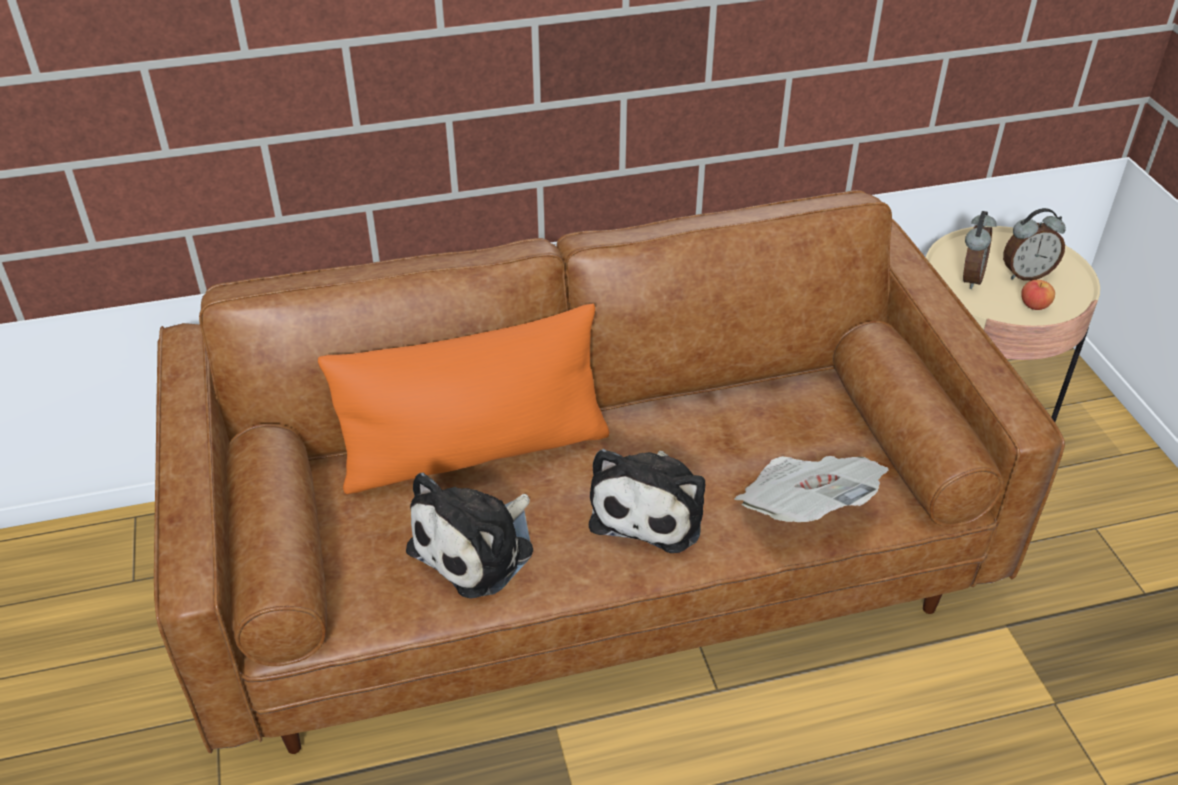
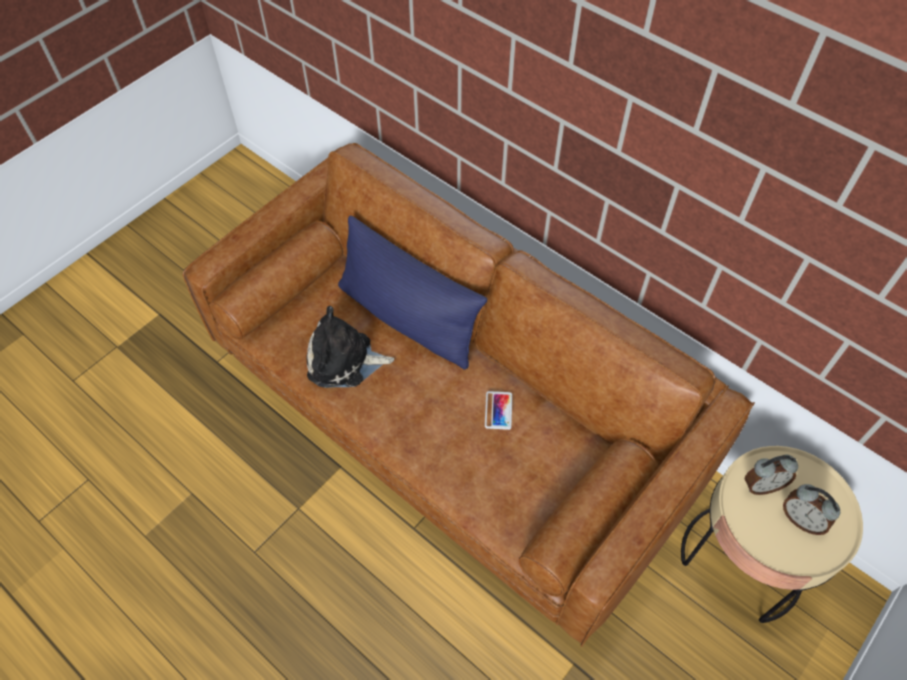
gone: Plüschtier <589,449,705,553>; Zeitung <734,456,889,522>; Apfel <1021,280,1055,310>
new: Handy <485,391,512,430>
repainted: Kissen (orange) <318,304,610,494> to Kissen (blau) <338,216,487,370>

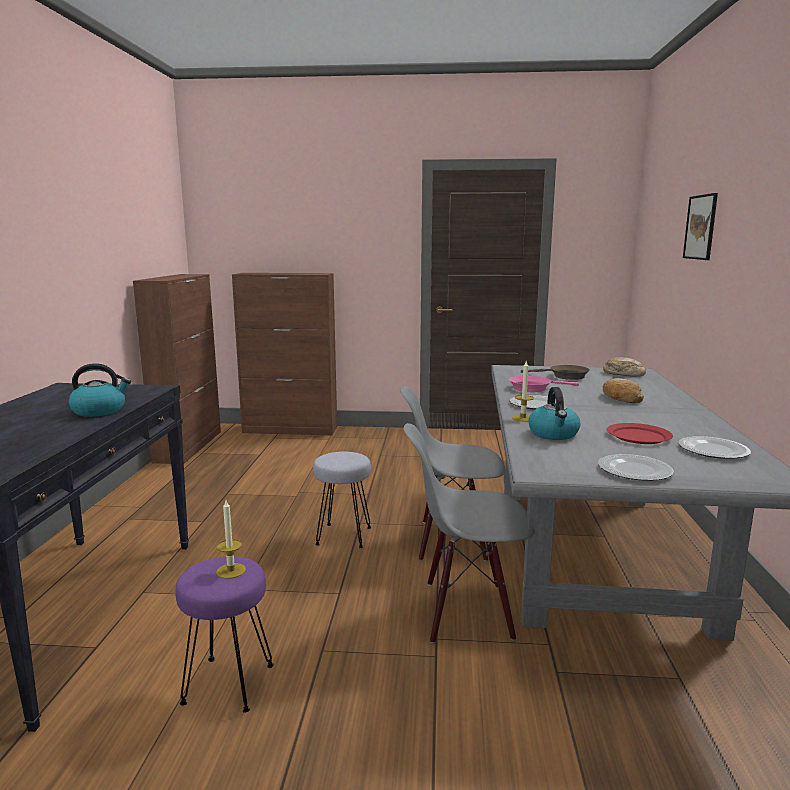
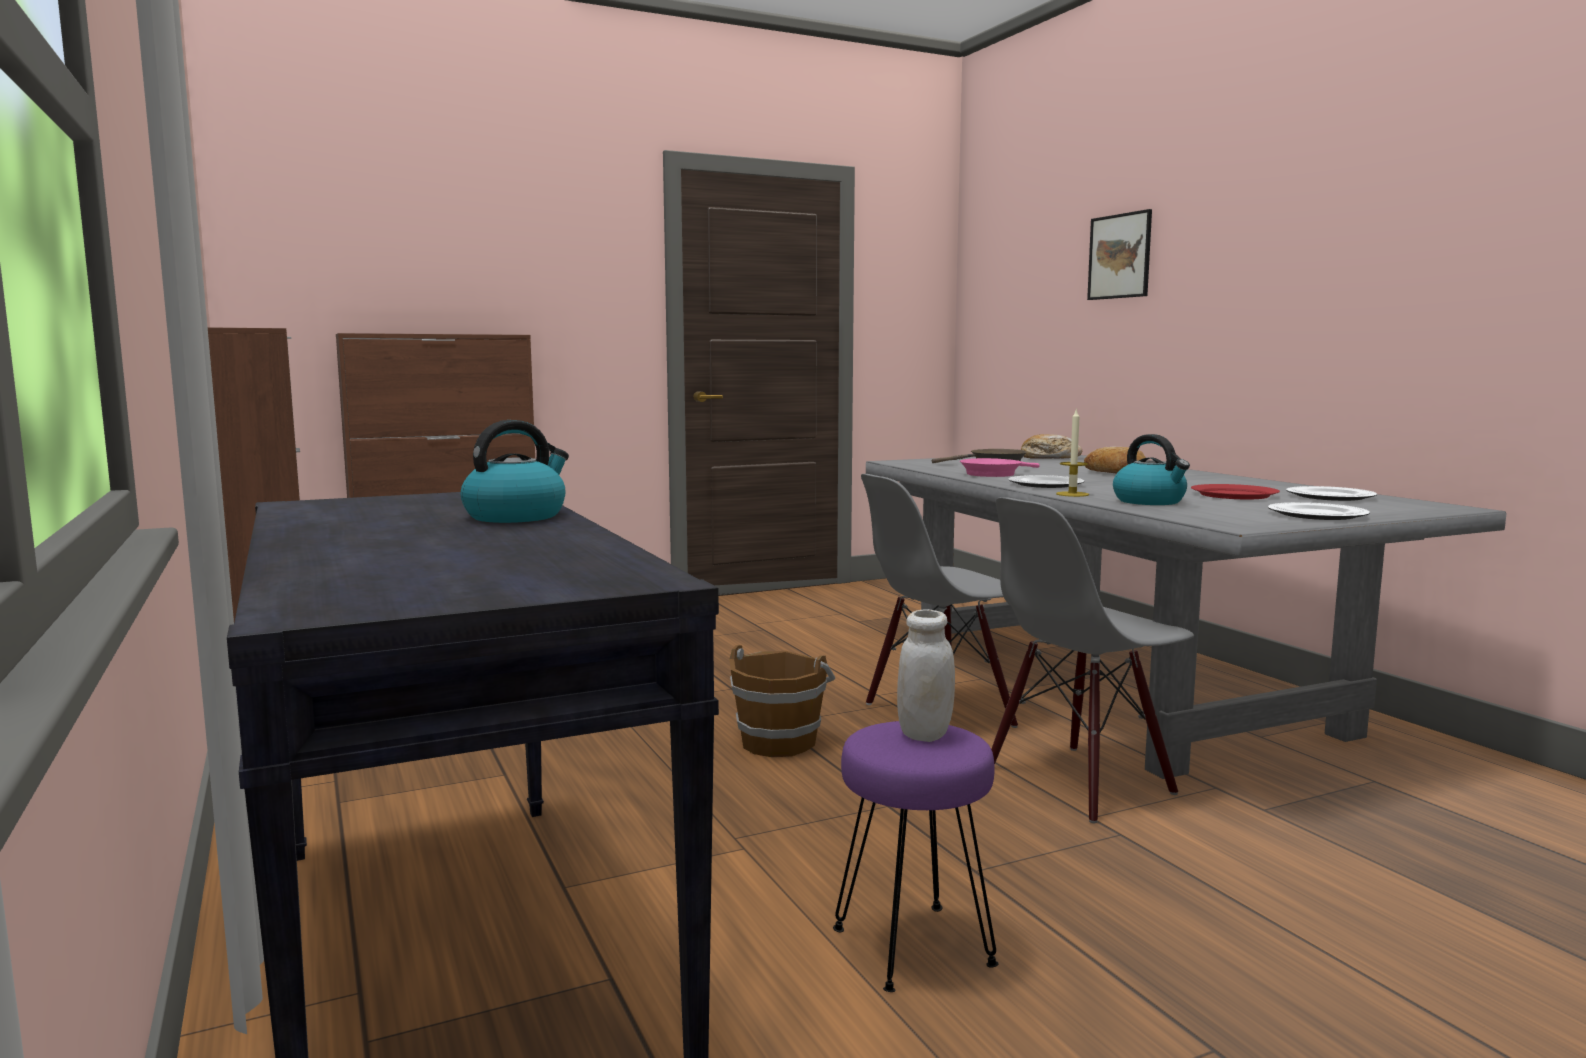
swapped: Kerze <216,500,246,579> to Vorratsglas (weiß) <897,609,955,742>; Hocker (grau) <313,452,371,548> to Eimer (braun) <729,645,835,757>

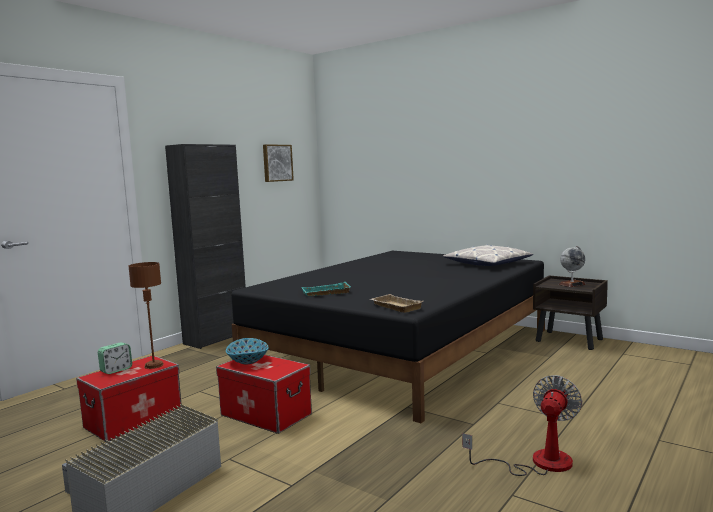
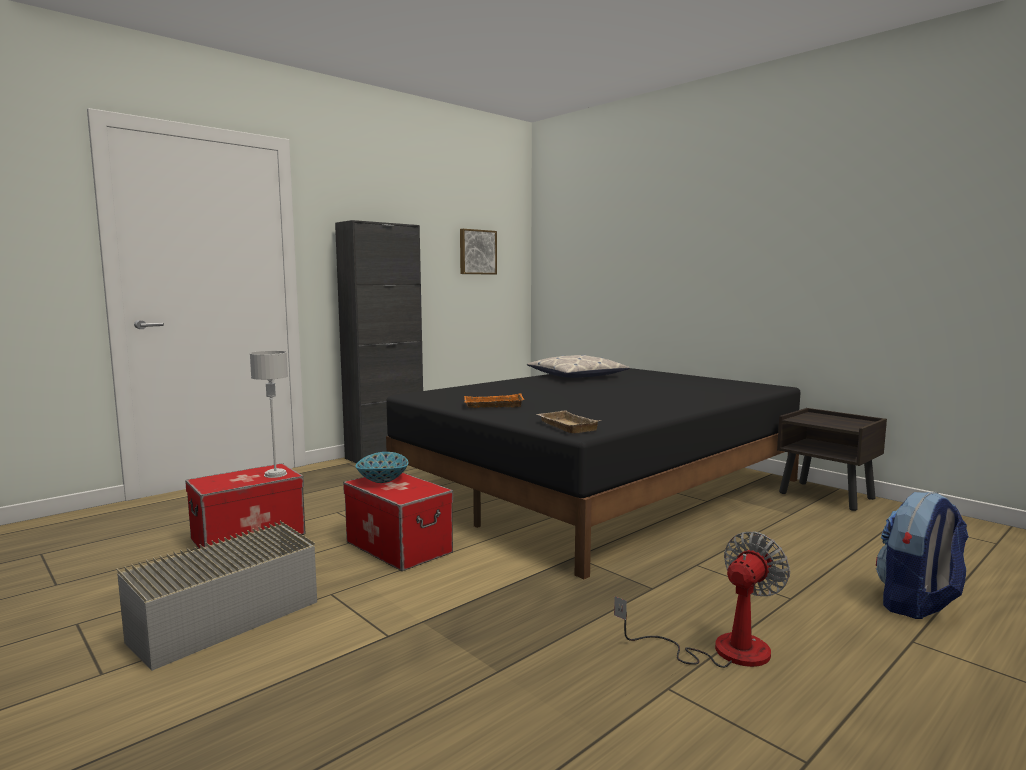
gone: Wecker <98,342,132,374>; Globus <559,246,586,287>
new: Rucksack <876,492,969,619>
shifted: Kissen <443,245,533,266> to <527,355,629,378>
repainted: Tischlampe (braun) <128,262,164,369> to Tischlampe (grau) <250,351,288,478>; Tablett (türkis) <302,282,351,296> to Tablett (orange) <464,394,524,407>

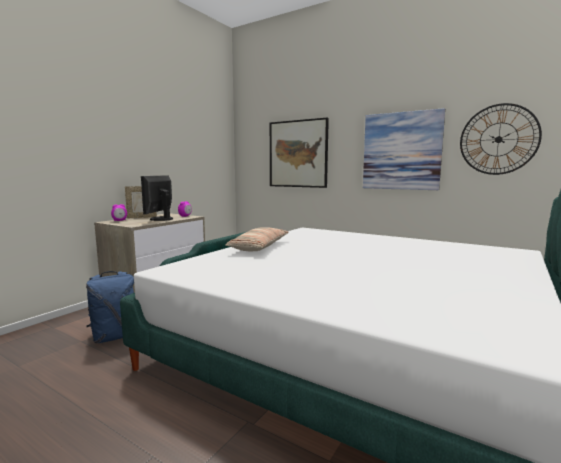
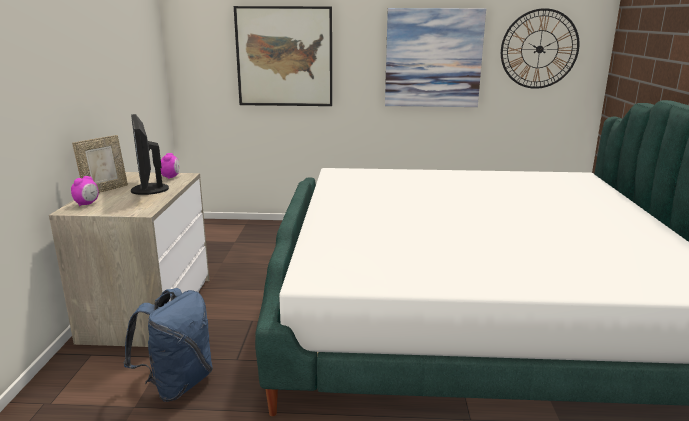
gone: Kissen <225,227,289,251>

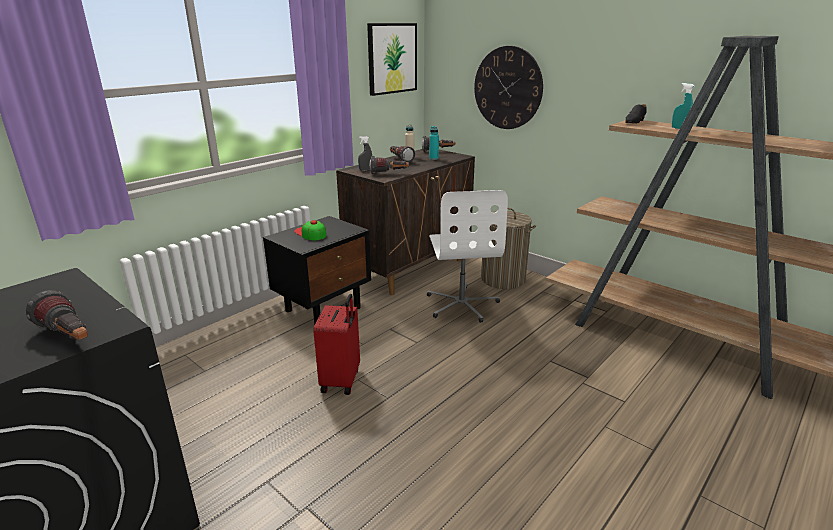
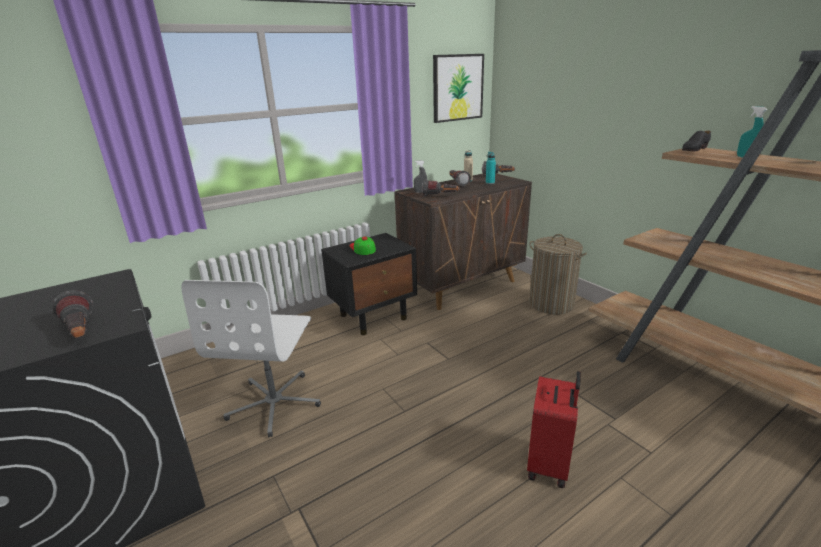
gone: Wanduhr <474,46,543,129>
shifted: Koffer (rot) <313,294,360,395> to <527,371,581,488>; Bürostuhl (weiß) <427,190,508,323> to <182,280,321,437>

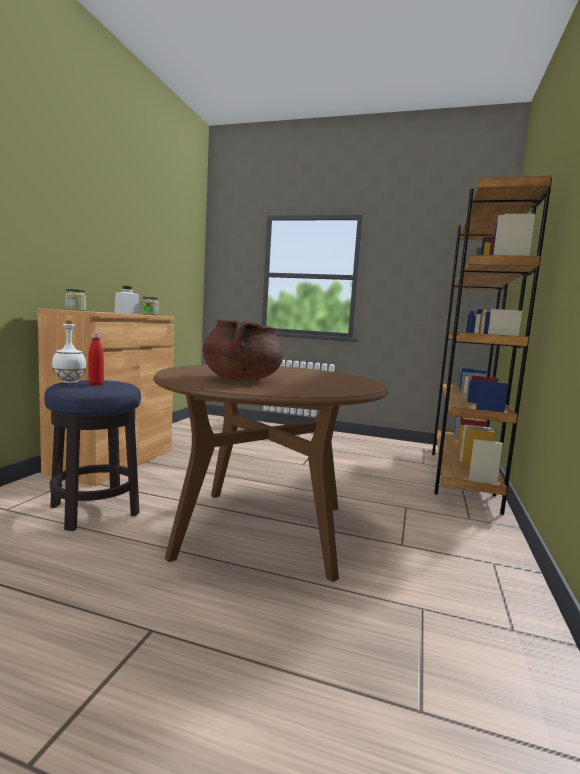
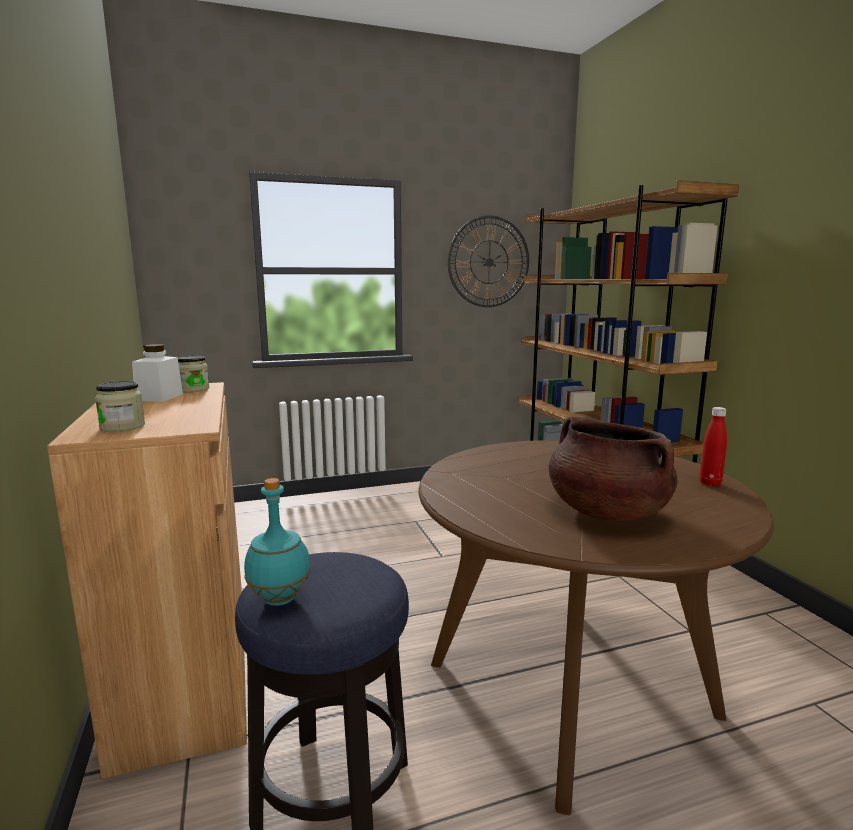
new: Wanduhr <448,216,529,307>
shifted: Flasche (rot) <88,332,104,386> to <699,407,727,486>
repainted: Flasche (weiß) <52,320,87,383> to Flasche (türkis) <244,478,310,606>

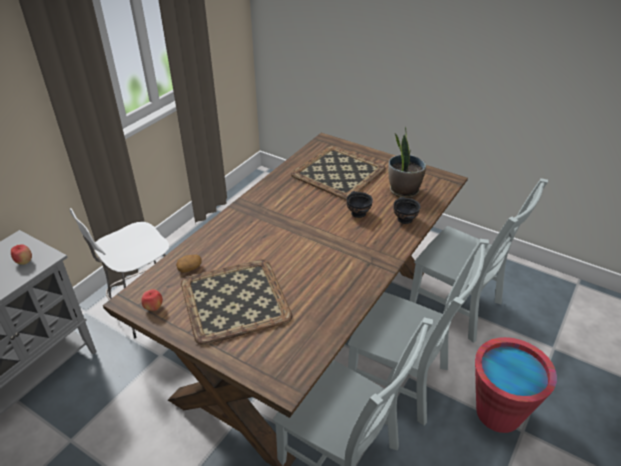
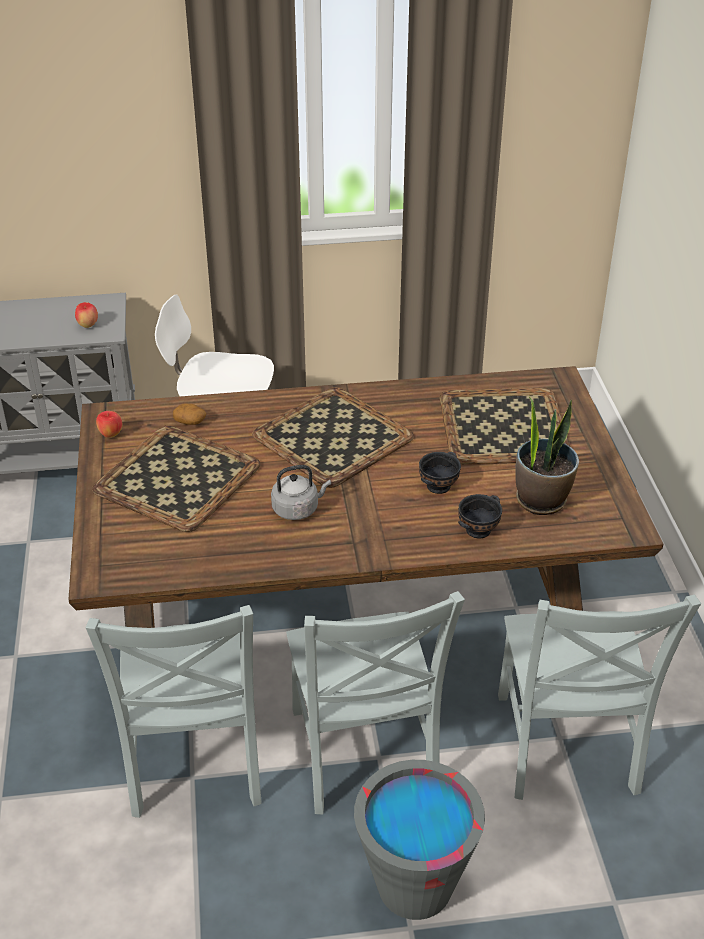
new: Tablett <252,387,414,488>; Wasserkessel (grau) <271,465,331,520>
repainted: Eimer (rot) <475,337,557,433> to Eimer (grau) <354,760,485,920>

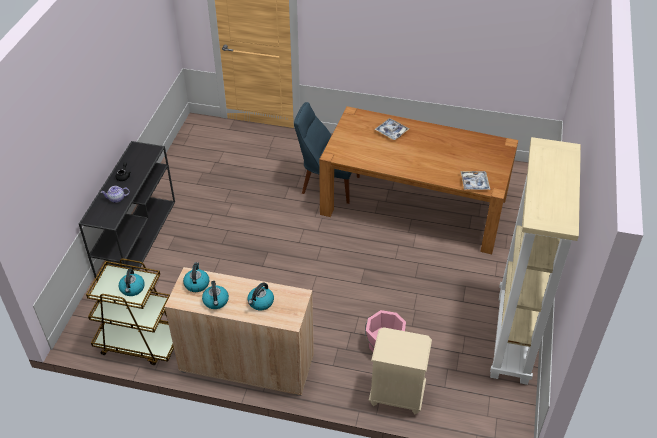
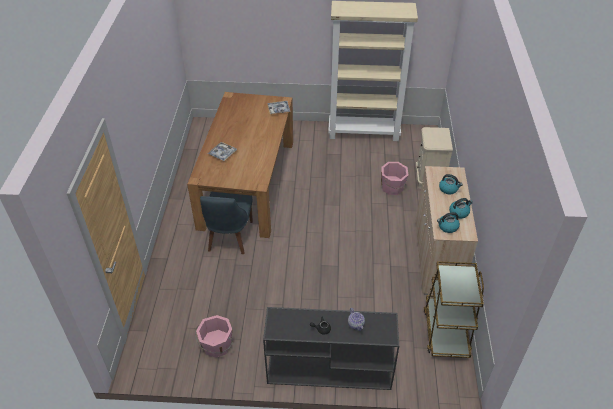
gone: Wasserkessel <119,269,145,296>
new: Eimer (rosa) <195,315,233,358>

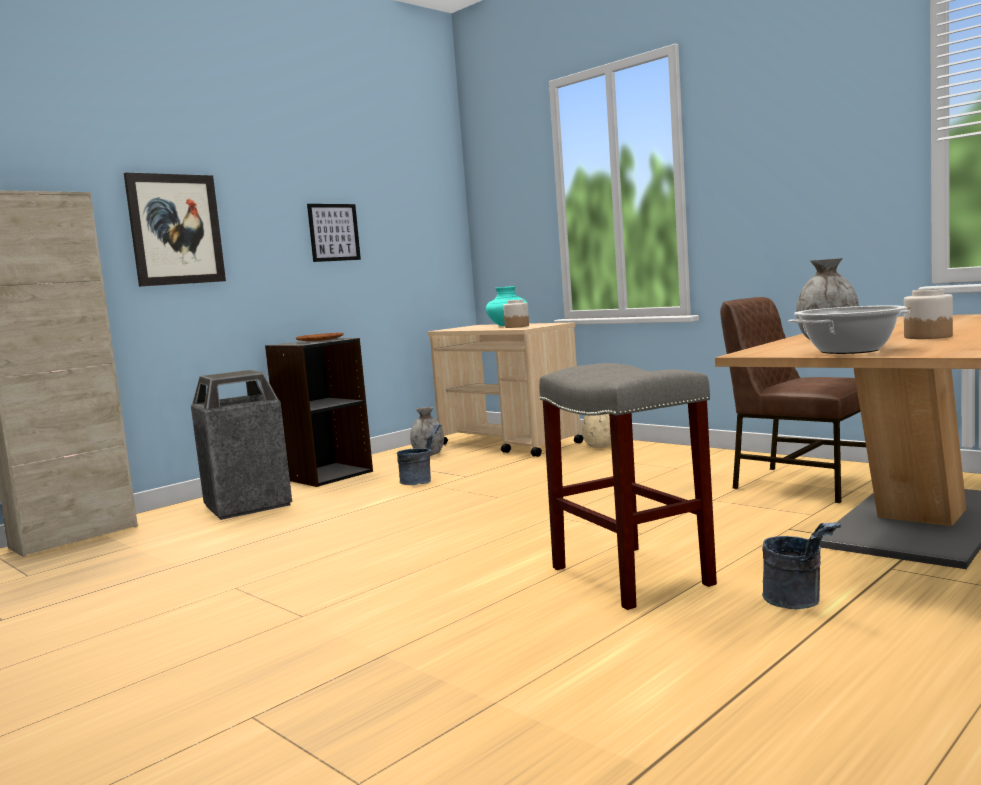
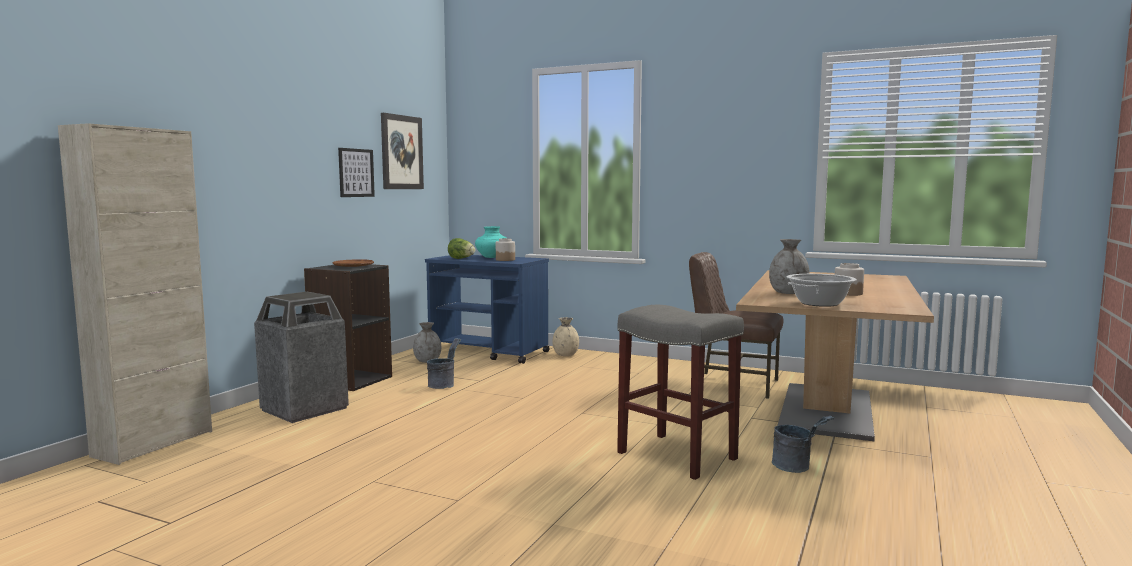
new: Salatkopf <448,238,475,259>
shifted: Bild <124,173,226,287> to <381,113,424,189>
repainted: Rollwagen (beige) <428,322,584,457> to Rollwagen (blau) <425,255,550,364>

